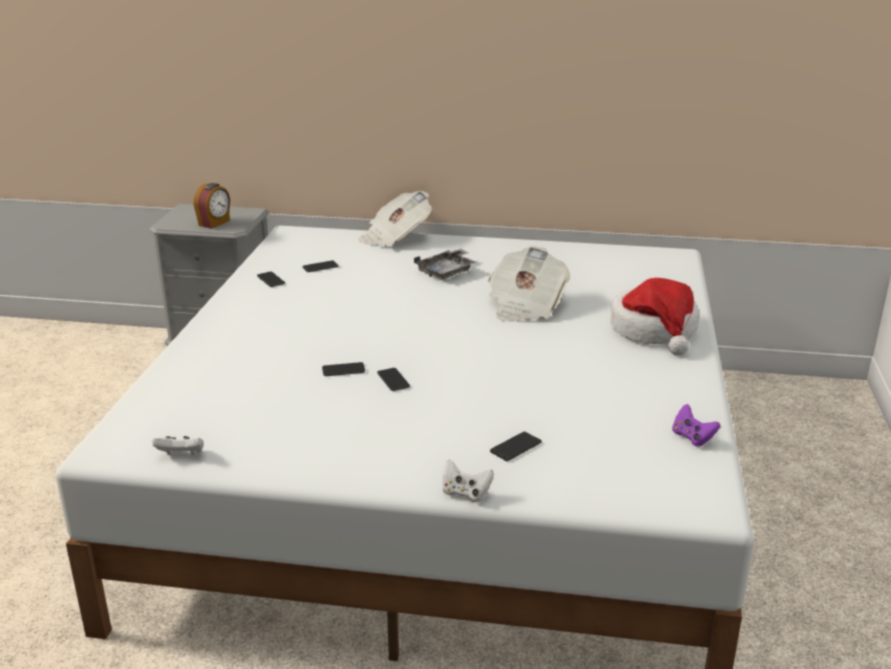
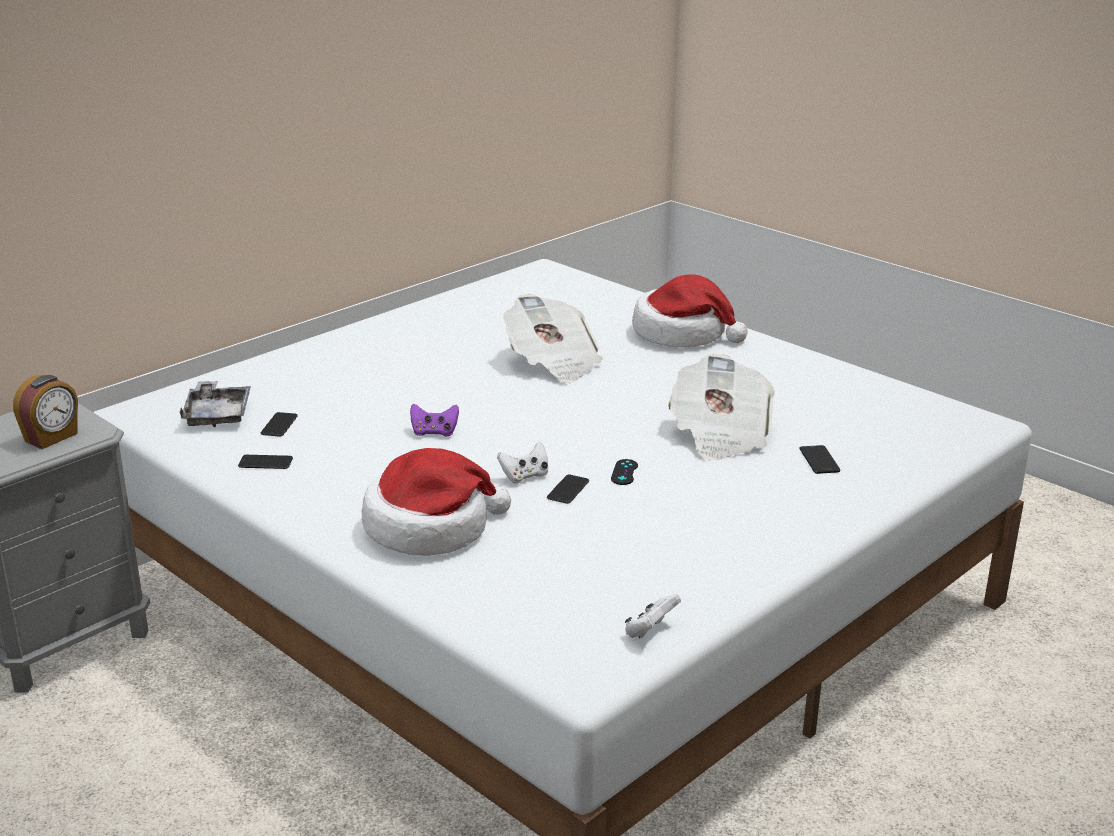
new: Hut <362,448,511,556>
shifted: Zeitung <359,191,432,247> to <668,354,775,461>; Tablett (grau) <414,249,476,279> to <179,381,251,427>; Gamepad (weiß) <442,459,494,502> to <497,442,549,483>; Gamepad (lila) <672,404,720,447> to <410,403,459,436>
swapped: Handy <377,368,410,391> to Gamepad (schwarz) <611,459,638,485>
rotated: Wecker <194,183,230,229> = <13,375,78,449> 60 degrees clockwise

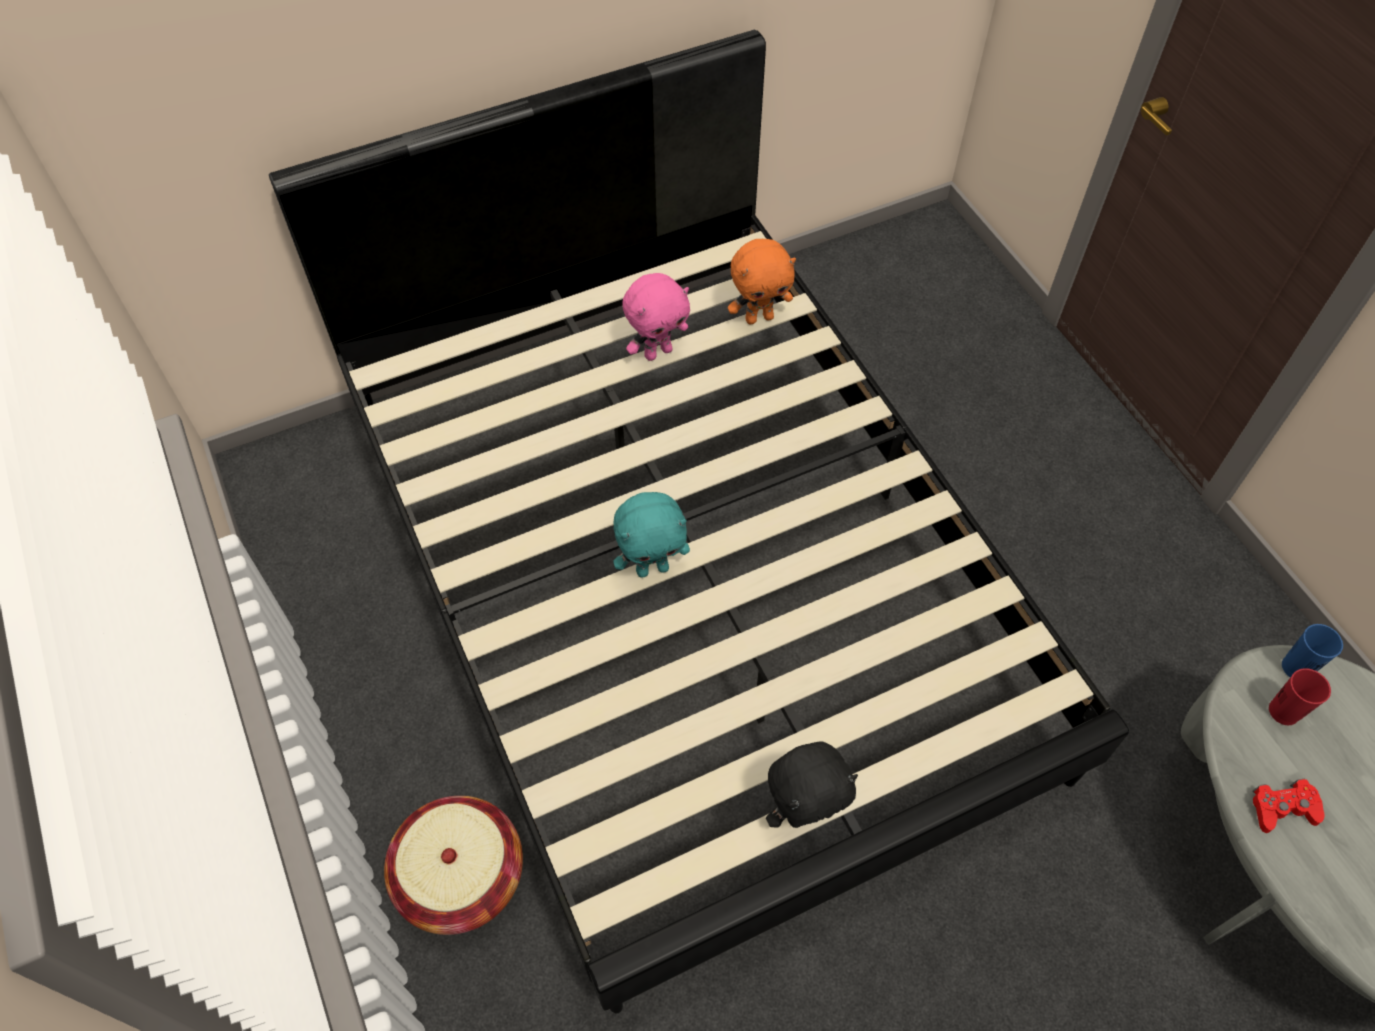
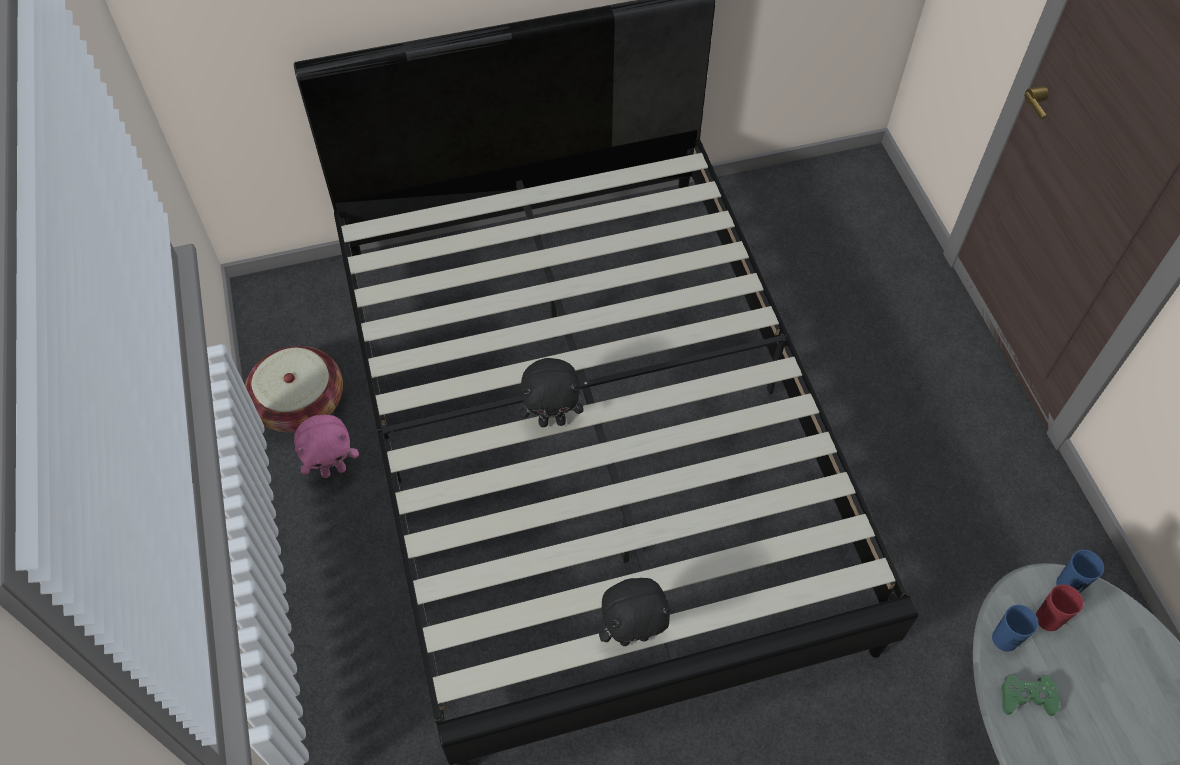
gone: Plüschtier (orange) <728,239,796,324>
new: Tasse (blau) <992,605,1039,652>
shifted: Korb <384,796,523,935> to <245,346,343,432>; Plüschtier (rosa) <622,273,690,361> to <294,415,359,478>
repainted: Plüschtier (türkis) <613,492,690,578> to Plüschtier (schwarz) <520,358,584,427>; Gamepad (rot) <1252,779,1324,833> to Gamepad (grün) <1001,674,1059,716>

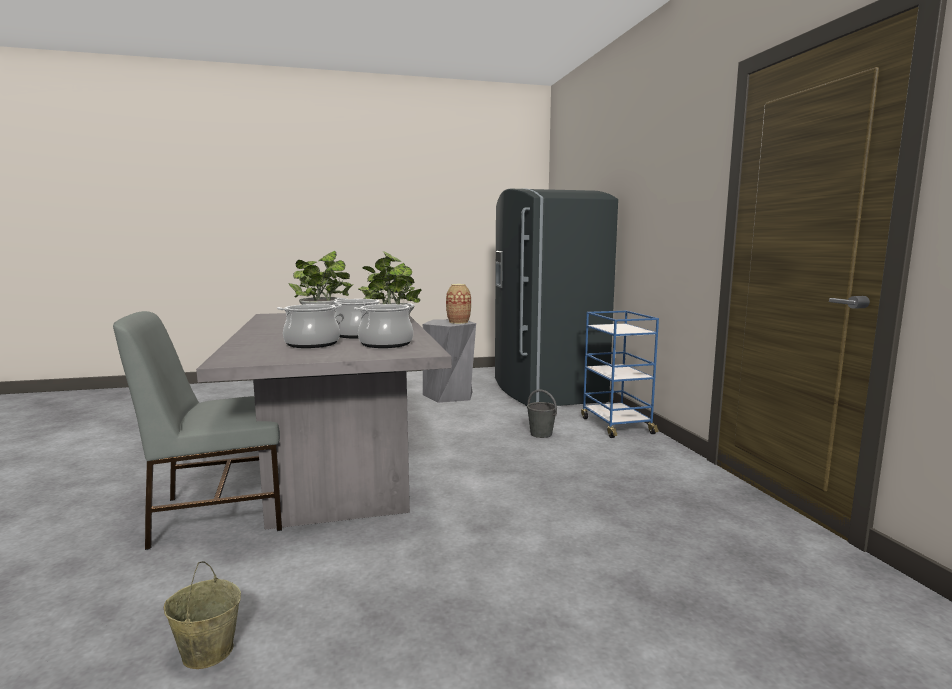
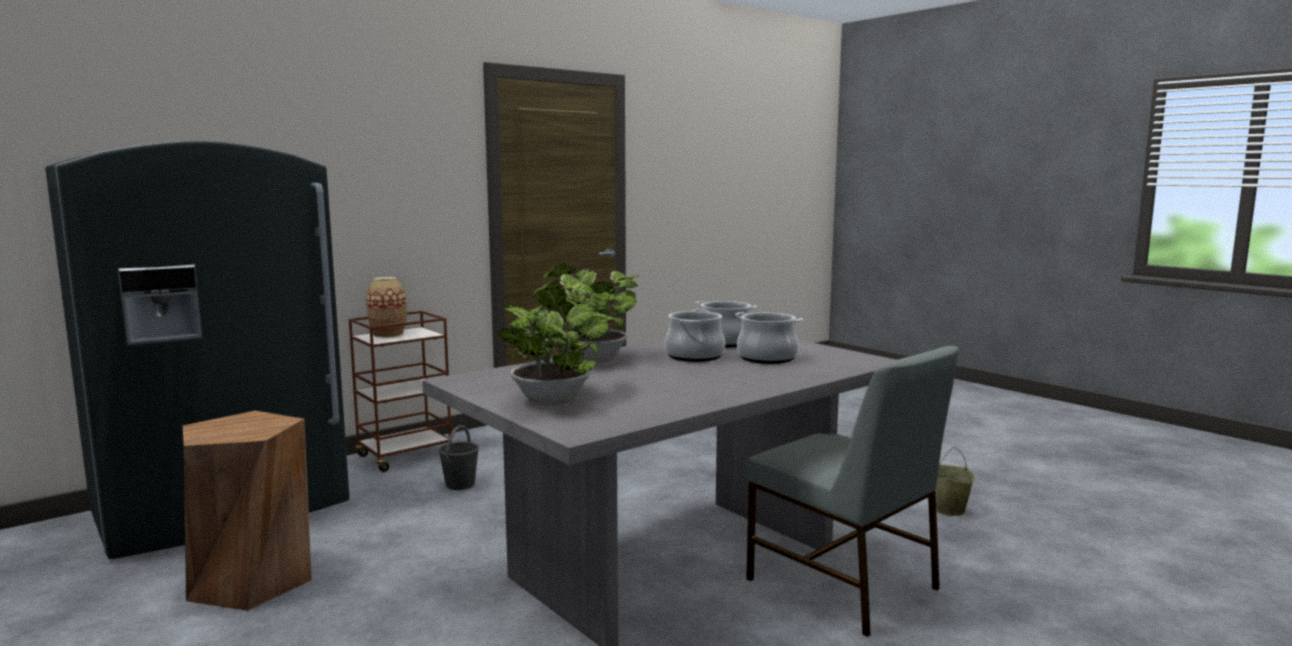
shifted: Vase <446,284,471,324> to <366,277,407,338>
repainted: Hocker (grau) <423,319,476,403> to Hocker (braun) <183,411,312,611>; Rollwagen (blau) <581,311,659,438> to Rollwagen (braun) <349,311,458,472>

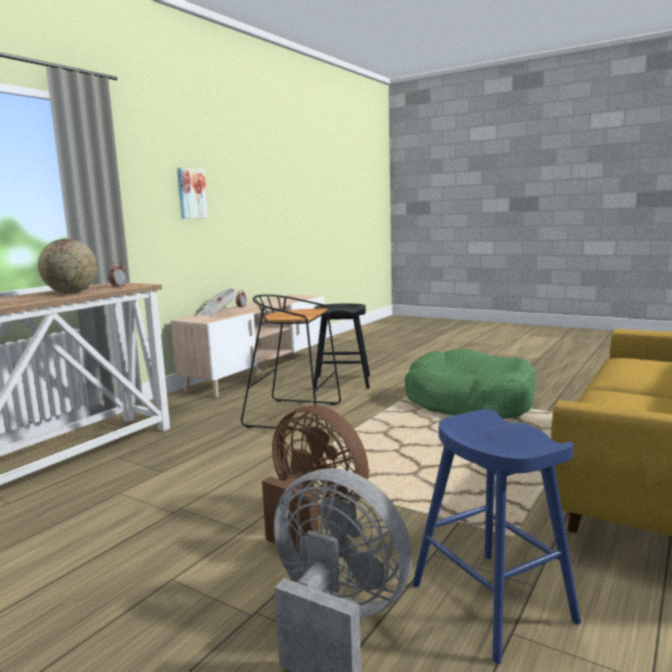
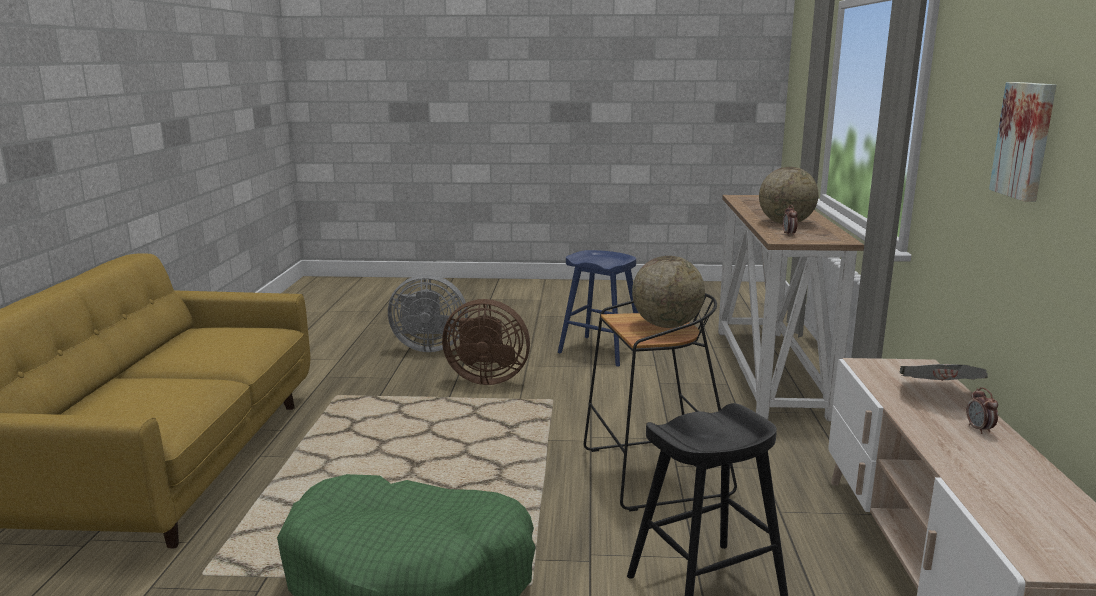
new: Globus <632,256,705,328>
shifted: Hocker (blau) <413,409,581,664> to <558,250,639,367>

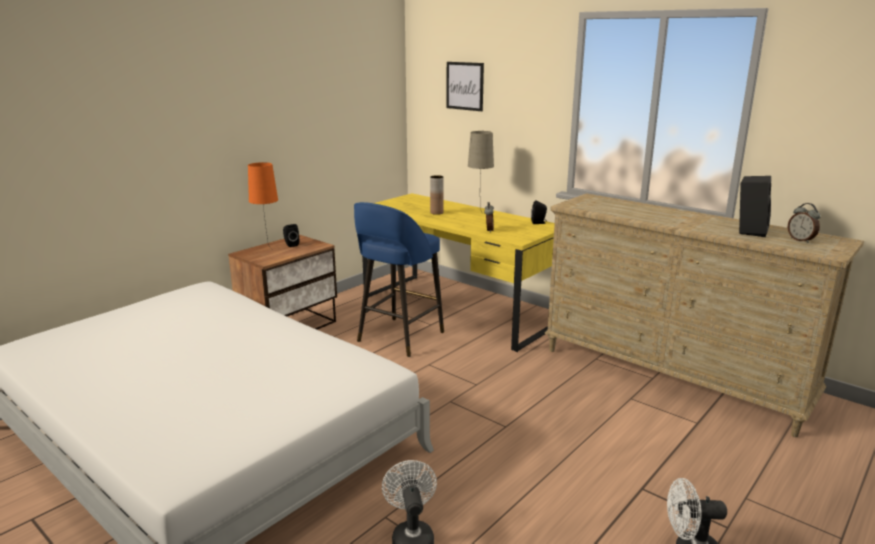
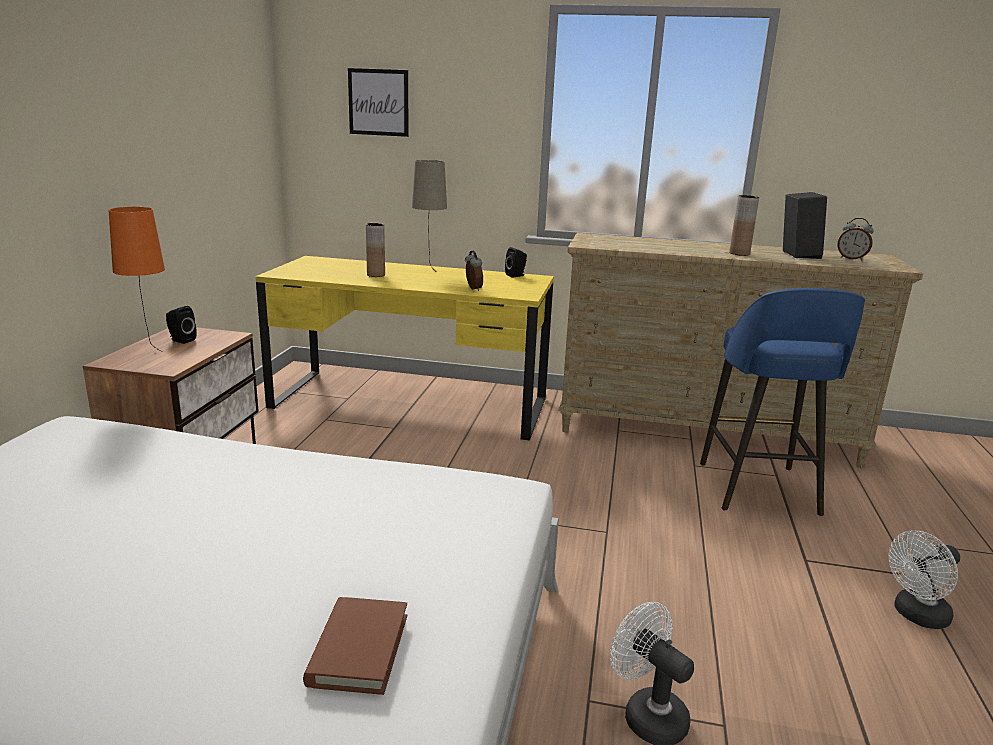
new: Buch (braun) <303,597,407,695>; Vase (braun) <729,195,759,256>
shifted: Hocker (blau) <354,202,444,357> to <700,288,865,516>

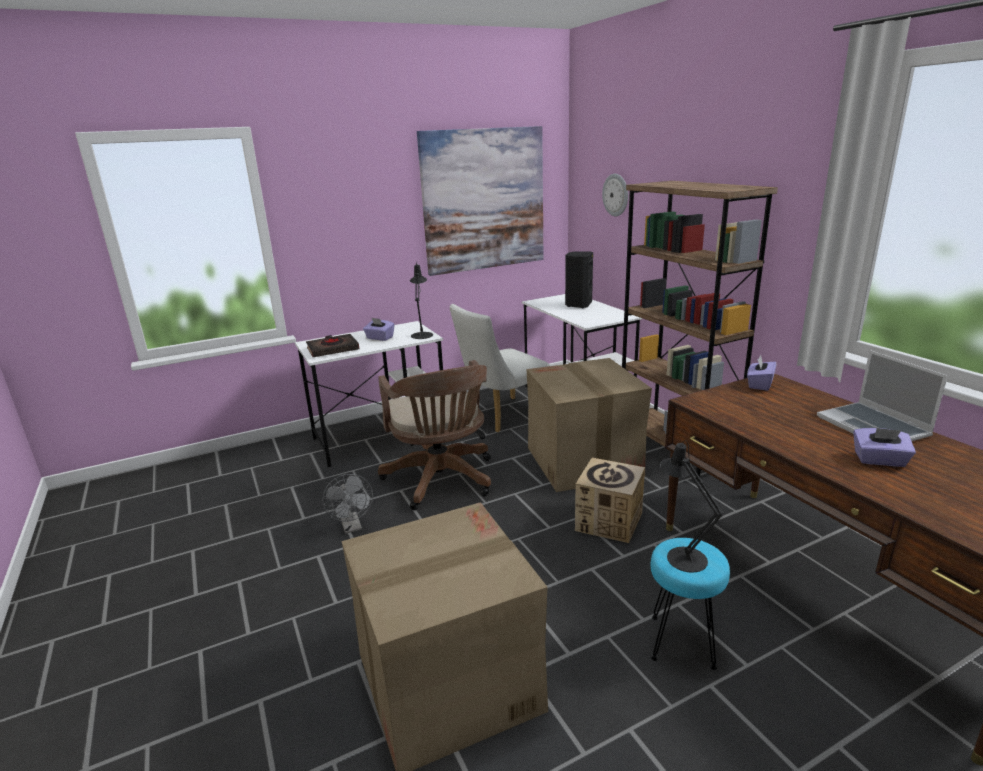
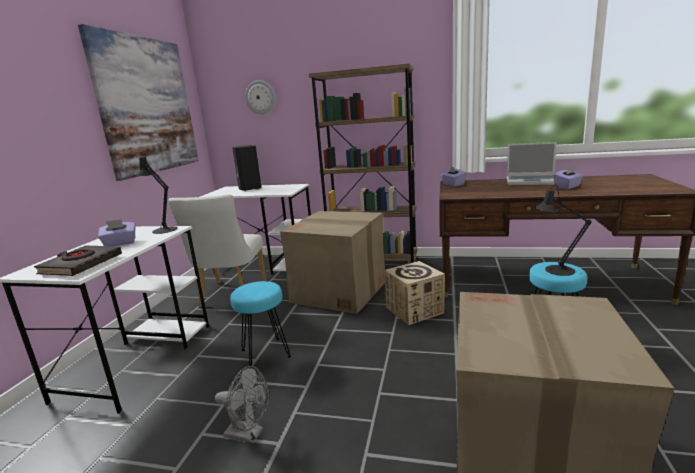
swapped: Bürostuhl (braun) <378,360,491,510> to Hocker (türkis) <230,281,291,369>

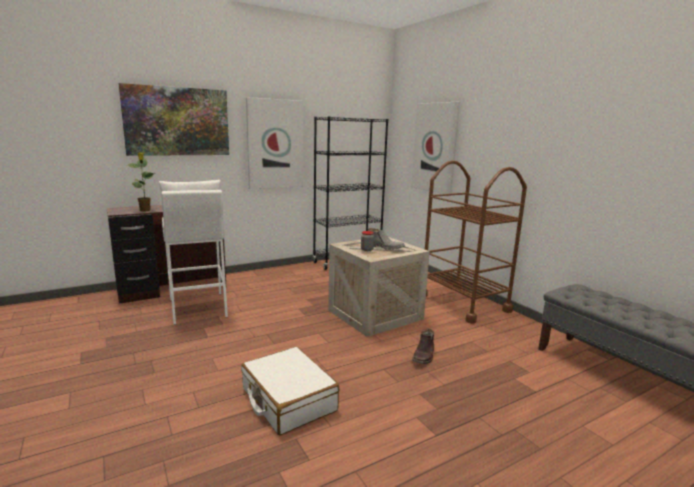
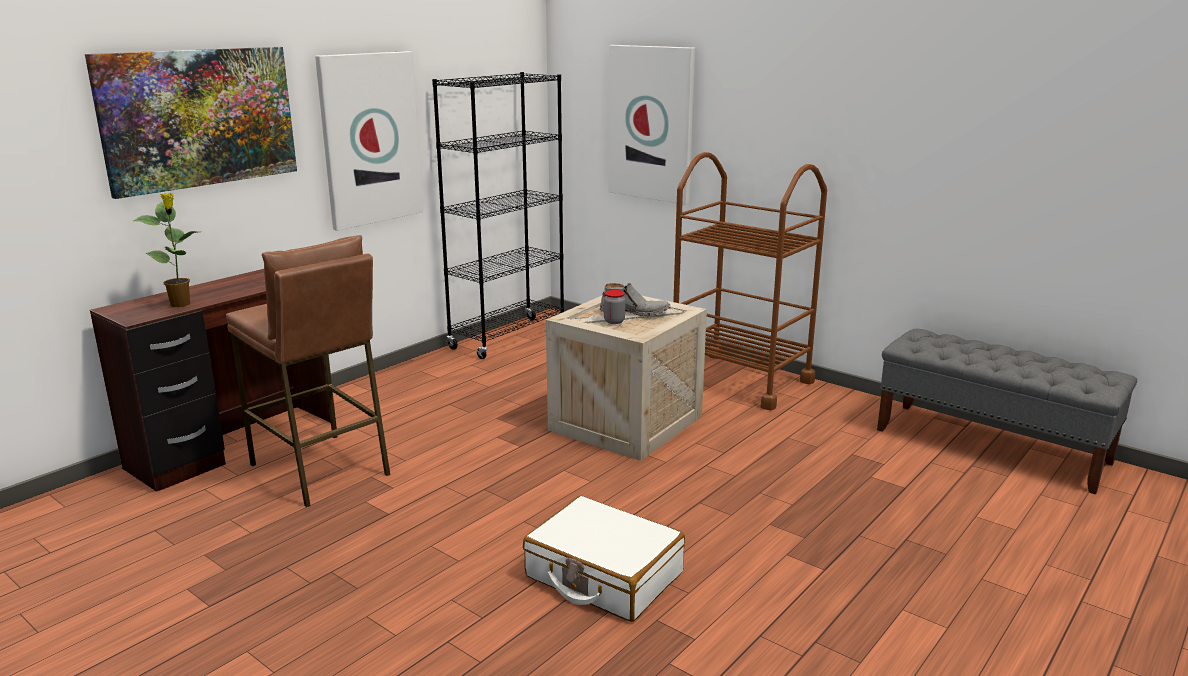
gone: Stiefel (braun) <412,329,434,364>
repainted: Hocker (weiß) <159,180,228,325> to Hocker (braun) <226,235,391,507>

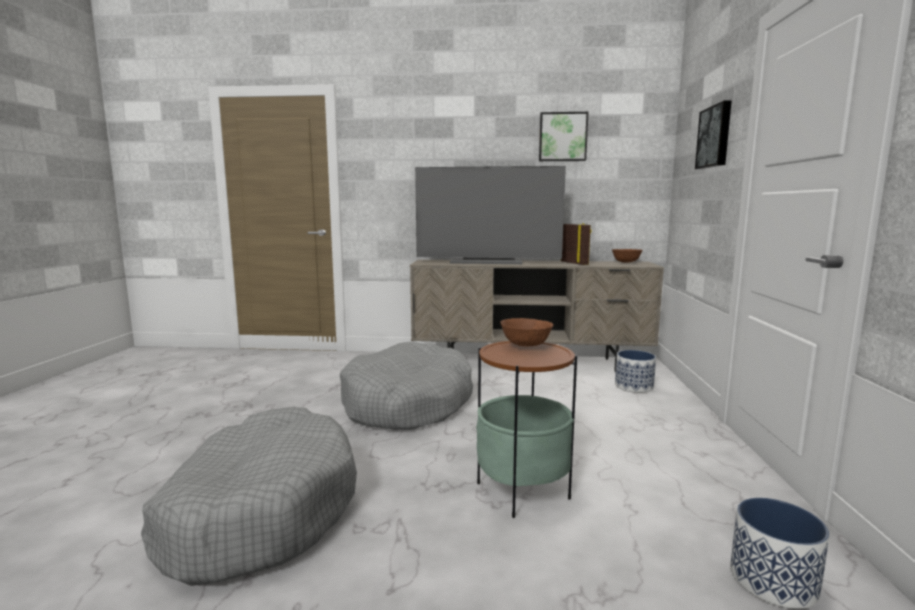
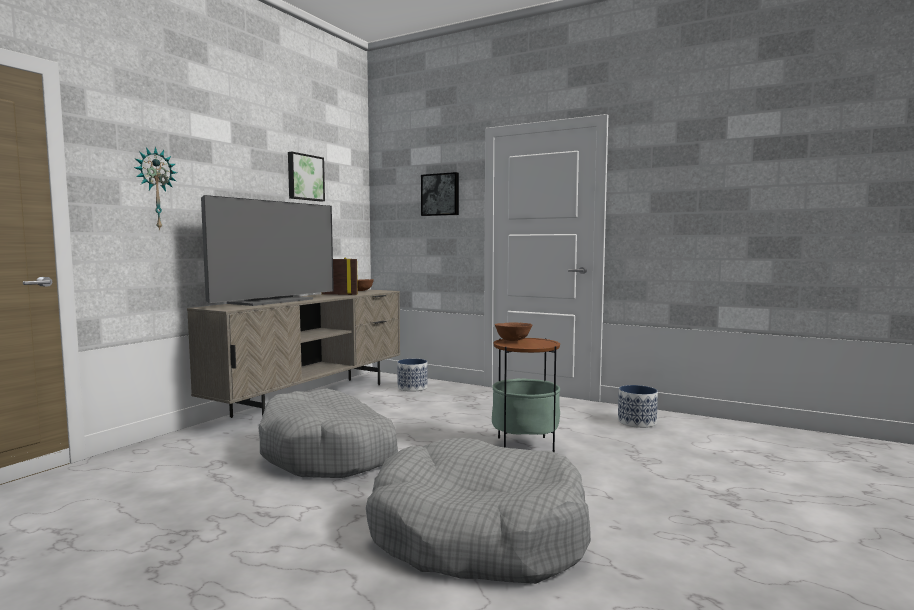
new: Wanduhr <134,147,177,231>

